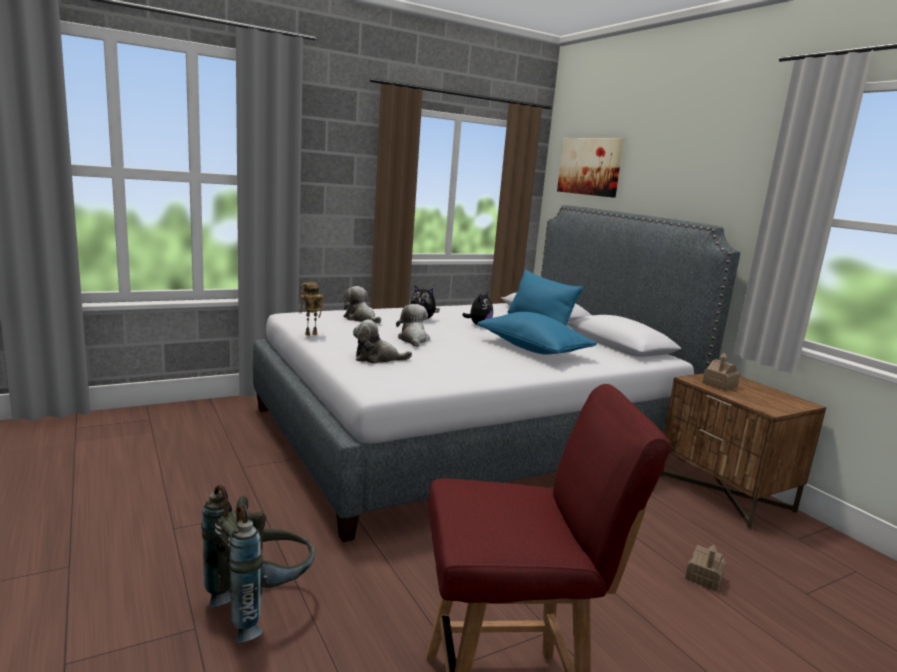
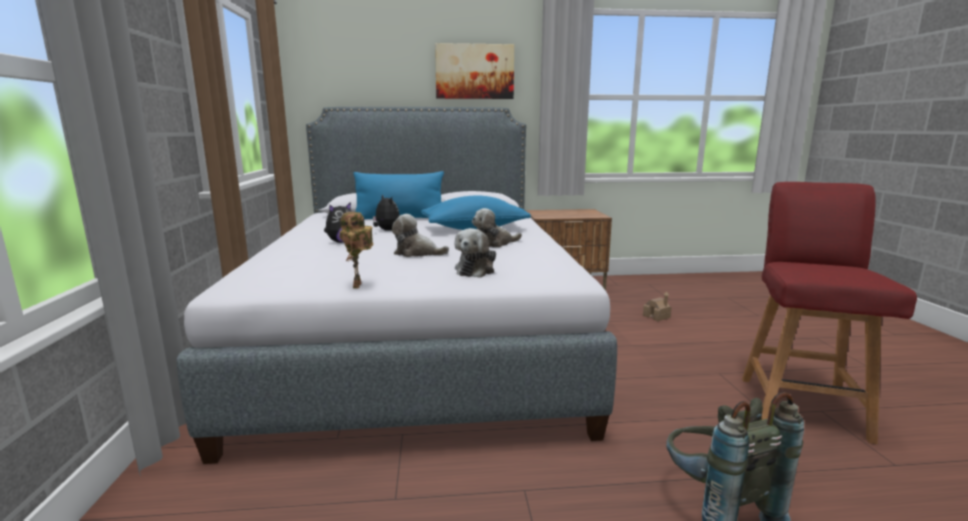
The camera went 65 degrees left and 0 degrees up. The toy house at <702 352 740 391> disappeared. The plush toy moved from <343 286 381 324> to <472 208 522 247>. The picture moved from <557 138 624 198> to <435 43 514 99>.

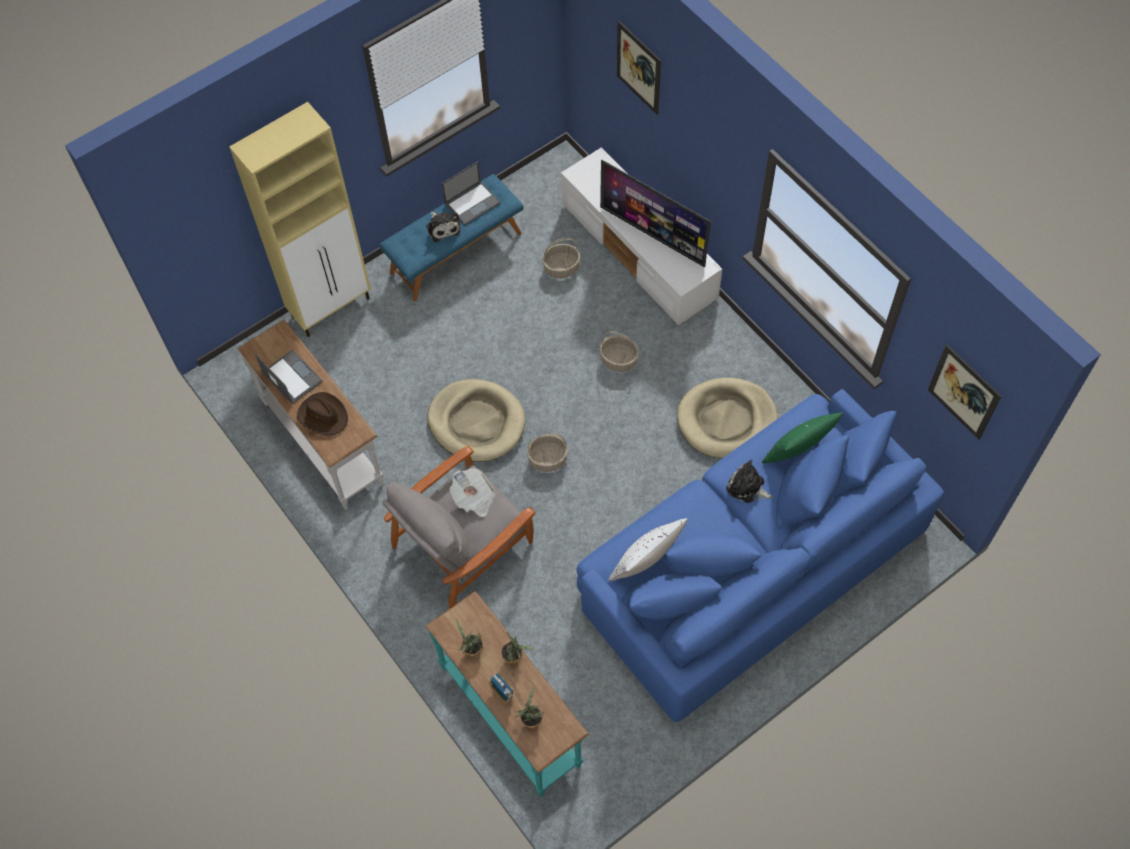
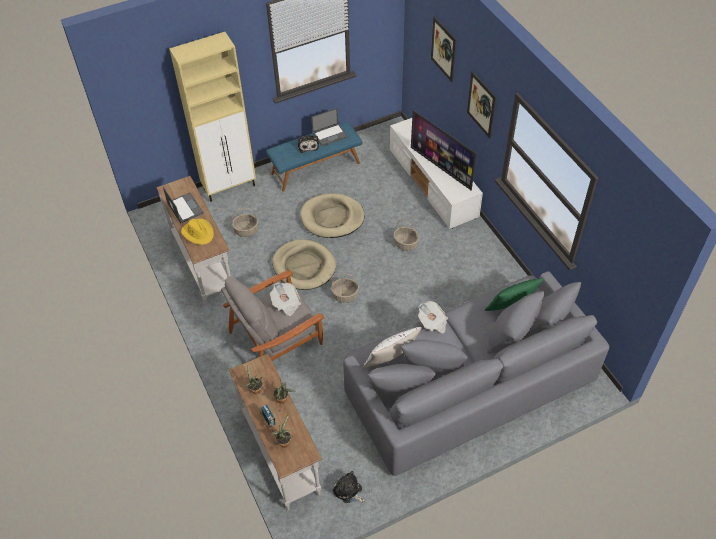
The camera went 10 degrees right and 10 degrees down. The newspaper at <418 301 448 333> appeared. The basket moved from <542 238 580 279> to <232 208 258 237>. The dog bed (beige) moved from <677 378 778 458> to <300 193 365 238>. The plush toy moved from <726 460 772 503> to <333 471 365 503>. The picture moved from <928 345 1001 440> to <467 71 496 139>. The hat (brown) at <297 392 348 435> became the hat (yellow) at <181 219 214 245>. The console table (turquoise) at <426 591 589 797> became the console table (white) at <229 353 322 510>. The sofa (blue) at <576 389 944 722> became the sofa (grey) at <343 271 609 476>.

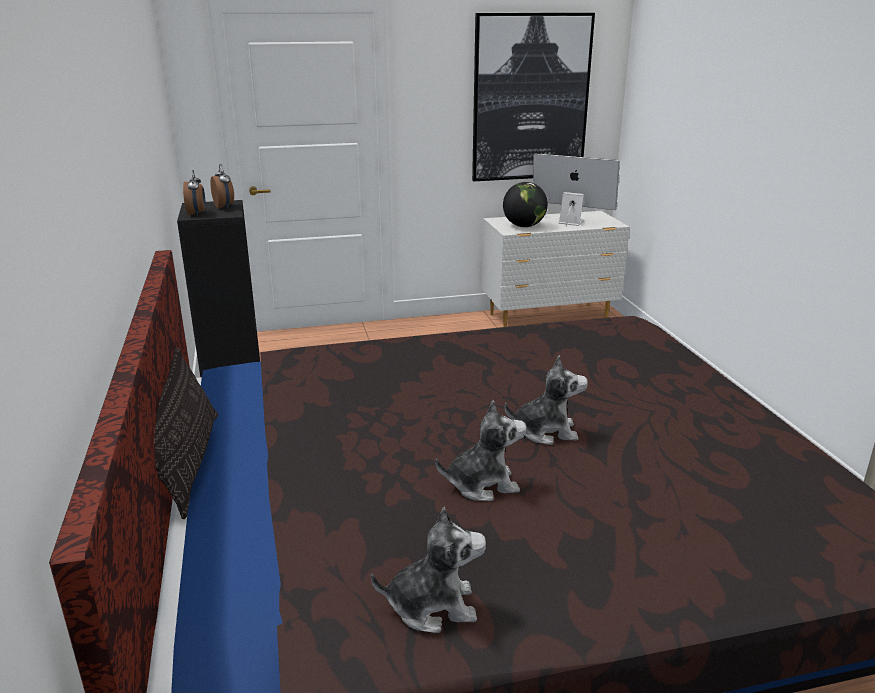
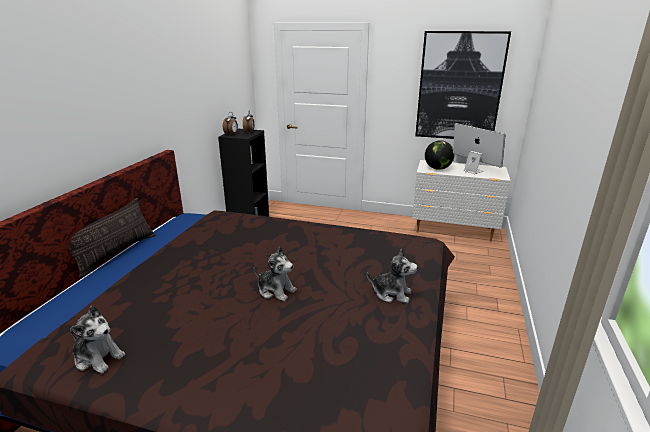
The camera went 30 degrees right and 0 degrees up. The plush toy moved from <436 400 526 501> to <367 248 418 303>.

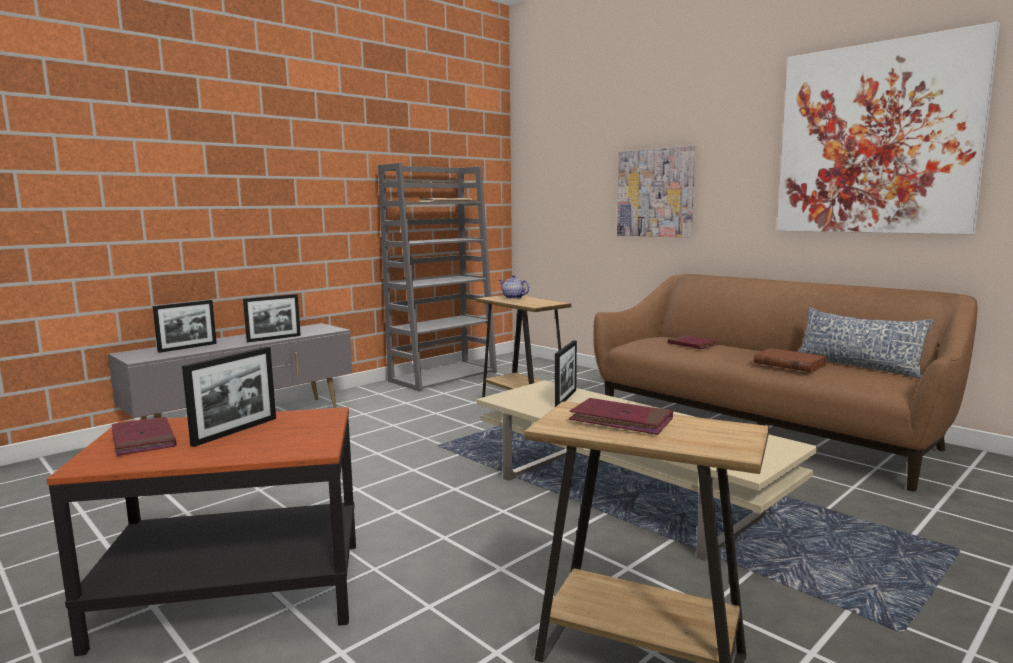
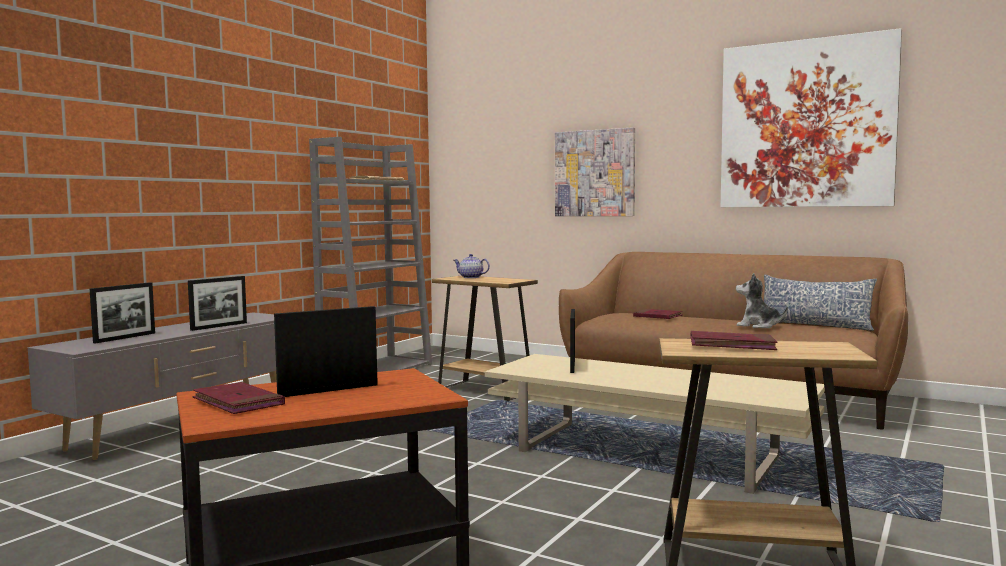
The camera went 15 degrees left and 5 degrees down. The book (brown) at <754 348 827 372> was replaced by the plush toy at <736 273 788 328>. The picture frame at <182 347 276 447> turned 135 degrees counterclockwise.

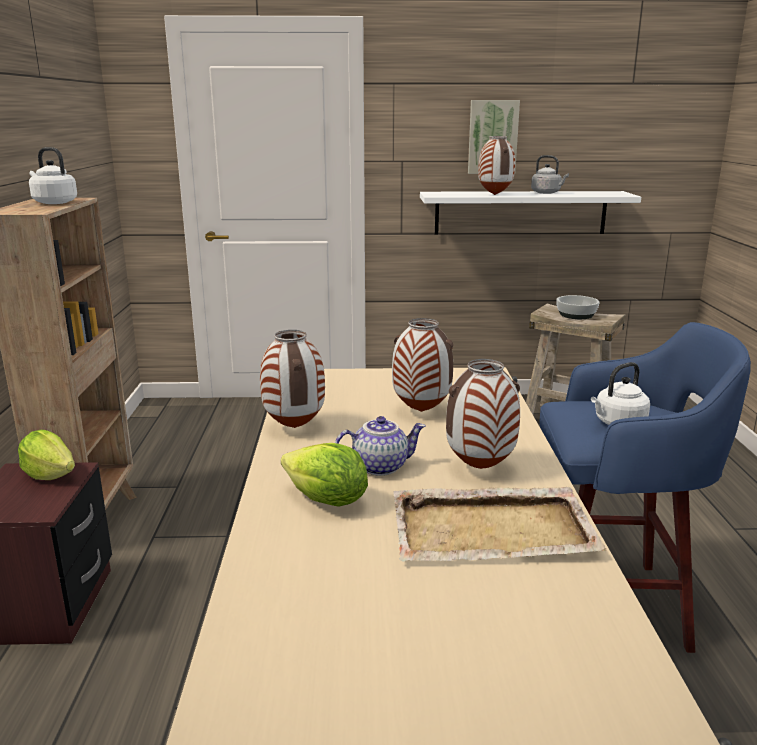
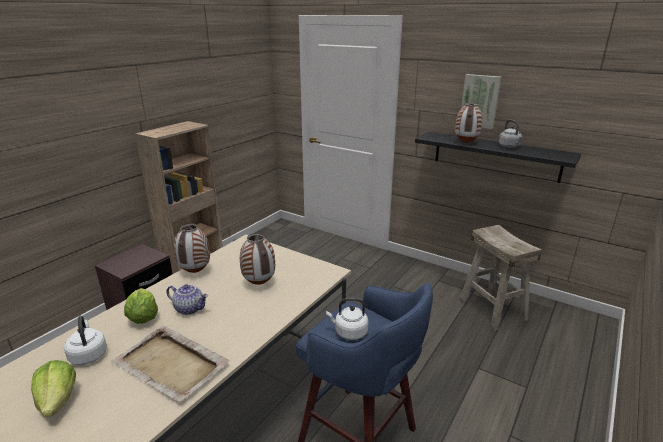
The camera went 35 degrees right and 5 degrees up. The vase at <446 359 520 469> disappeared. The bowl at <556 295 600 319> disappeared. The lettuce moved from <18 430 75 480> to <31 360 76 417>. The kettle (white) moved from <29 147 77 204> to <64 316 107 365>. The shelf (white) at <420 191 641 235> became the shelf (black) at <415 132 581 183>.

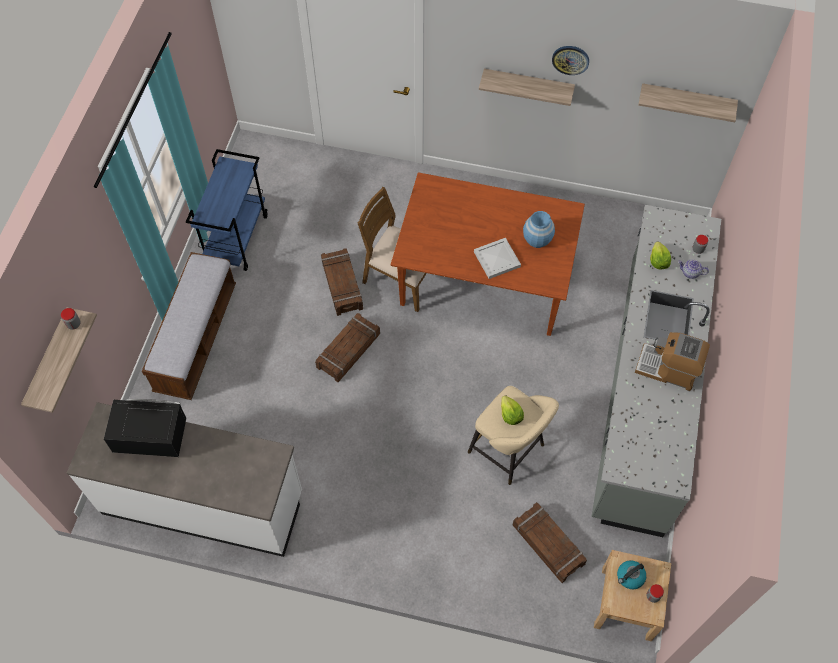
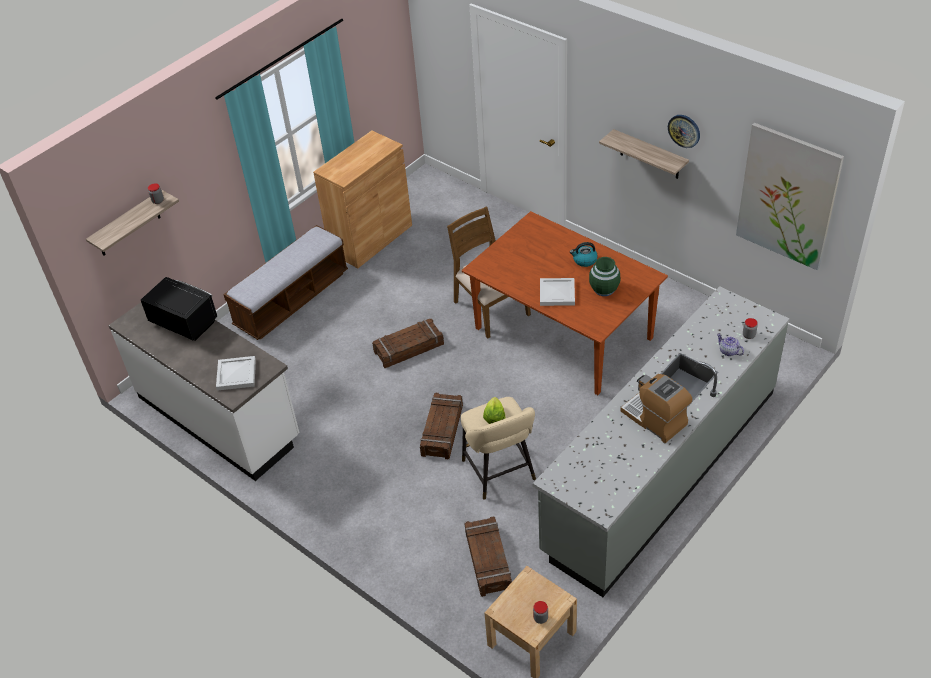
The camera went 30 degrees right and 15 degrees down. The lettuce at <650 241 671 269> disappeared. The tray (white) at <216 356 256 391> appeared. The crate moved from <321 248 363 316> to <420 393 463 459>. The kettle moved from <617 560 646 589> to <570 242 598 267>. The cart (blue) at <186 149 268 271> was replaced by the cabinet (brown) at <313 131 412 268>. The shelf at <638 83 738 122> was replaced by the picture at <736 123 844 270>. The vase (blue) at <523 211 555 248> became the vase (green) at <589 257 620 296>.

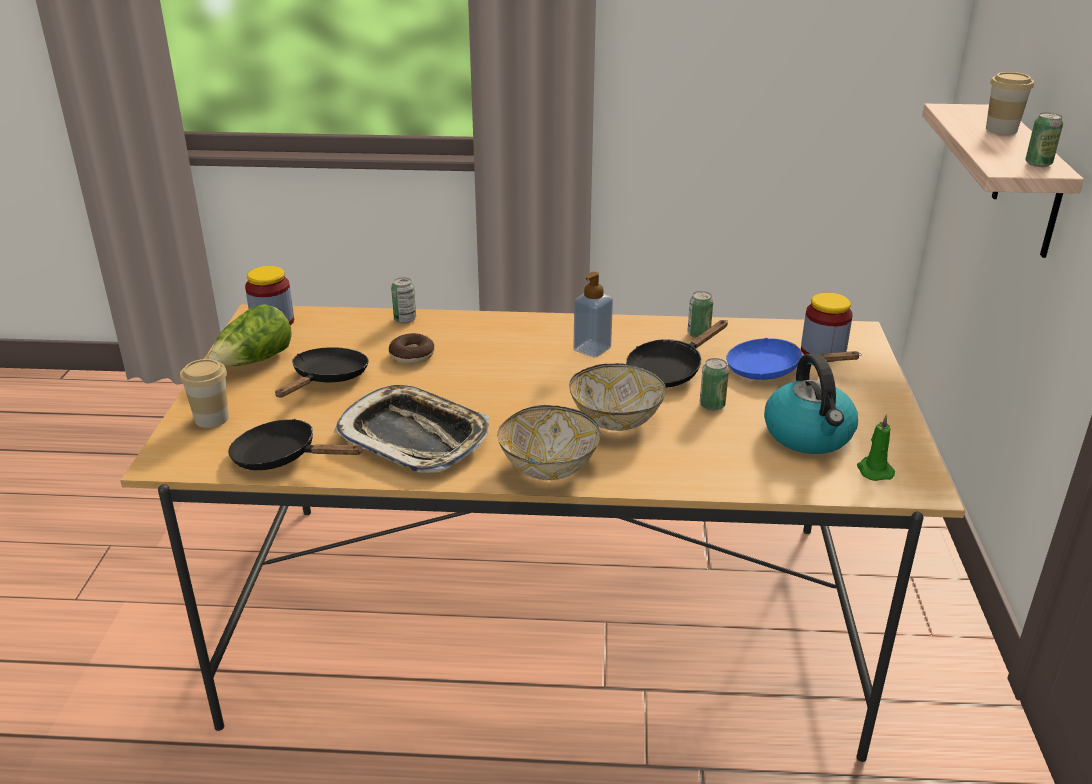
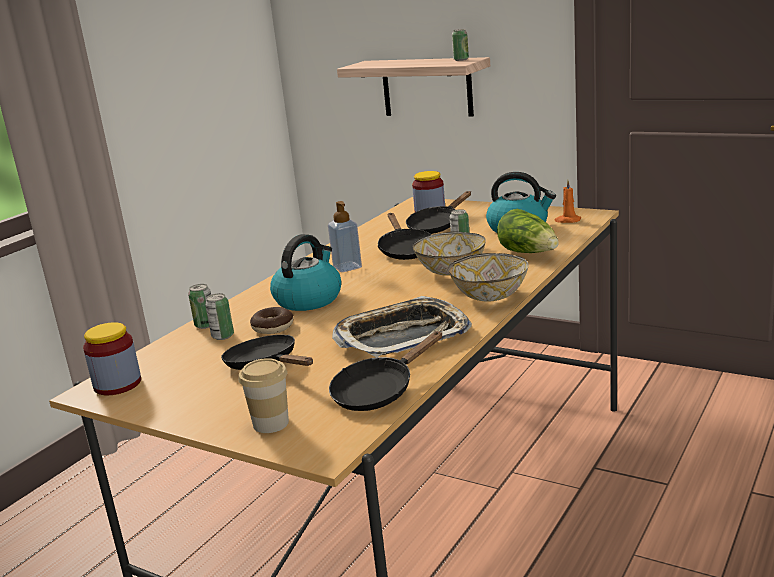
The camera went 60 degrees left and 10 degrees down. The cup at <986 72 1034 134> disappeared. The kettle at <270 234 341 311> appeared. The lettuce moved from <209 304 292 367> to <497 209 559 253>. The can moved from <687 291 713 338> to <205 293 234 340>. The frying pan (blue) at <726 338 862 380> became the frying pan (black) at <406 191 471 234>. The candle (green) at <857 414 896 481> became the candle (orange) at <554 180 581 223>.

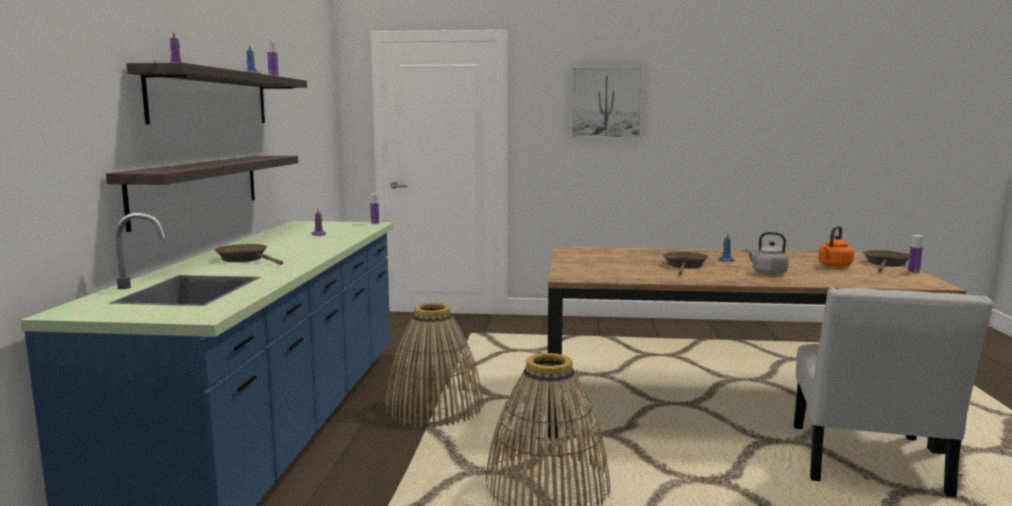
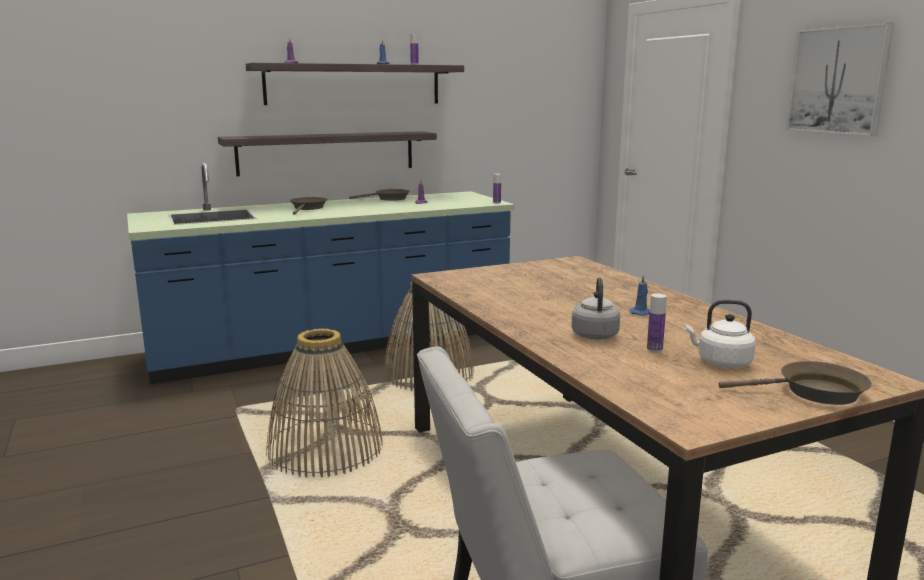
The camera went 60 degrees right and 5 degrees up. The frying pan (brown) moved from <663 252 708 275> to <349 189 410 201>. The bottle moved from <908 235 924 274> to <647 294 667 352>. The kettle (orange) at <818 226 854 267> became the kettle (white) at <685 300 756 368>.

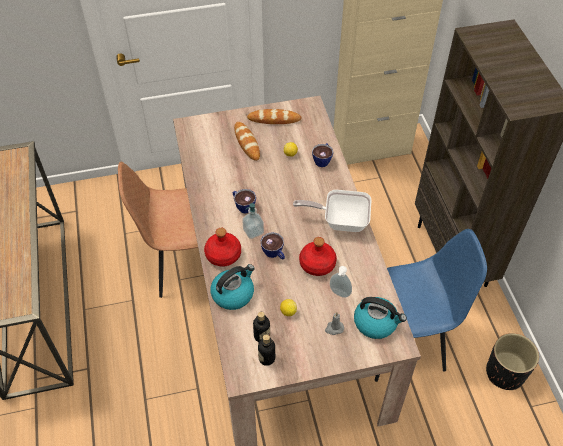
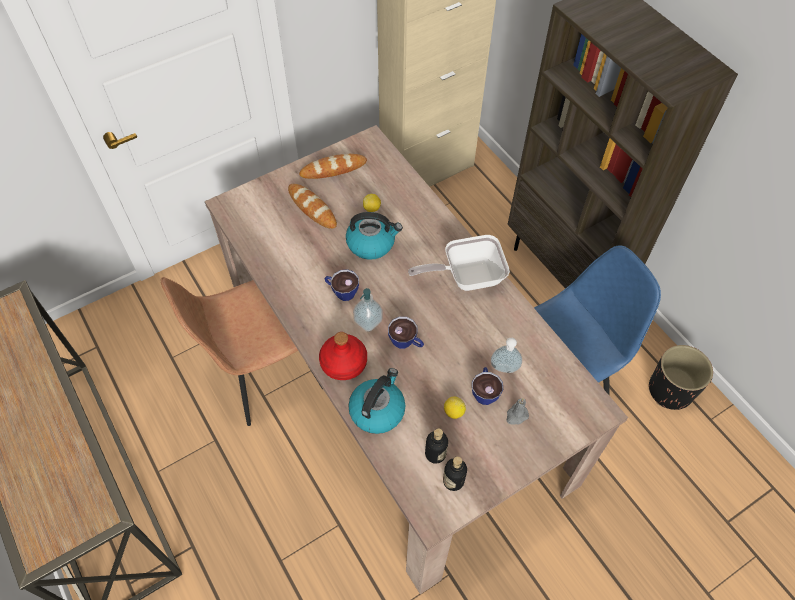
The camera went 20 degrees left and 5 degrees up. The bottle (red) at <299 237 337 276> disappeared. The cup moved from <312 143 333 167> to <472 367 503 405>. The kettle moved from <354 297 407 339> to <346 212 403 260>.

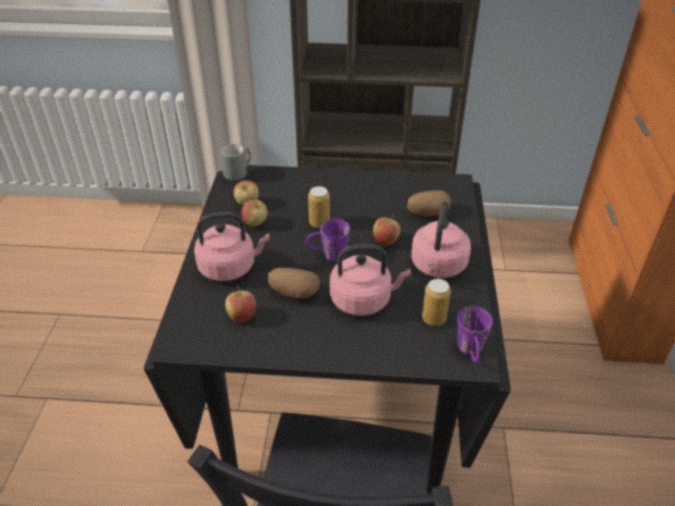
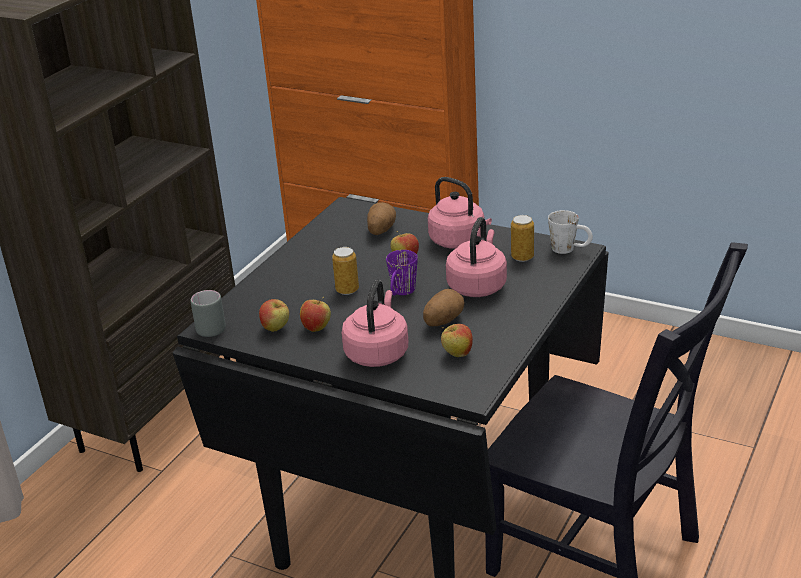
The camera went 65 degrees left and 10 degrees down. The mug (purple) at <457 306 493 363> became the mug (white) at <548 210 593 254>.

